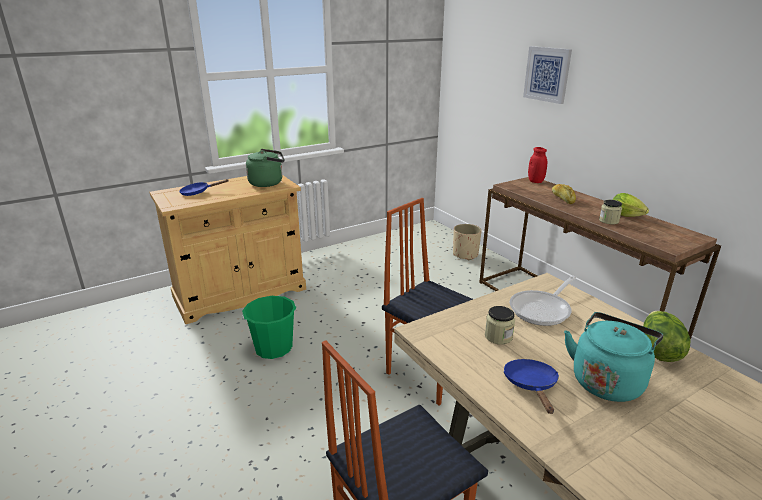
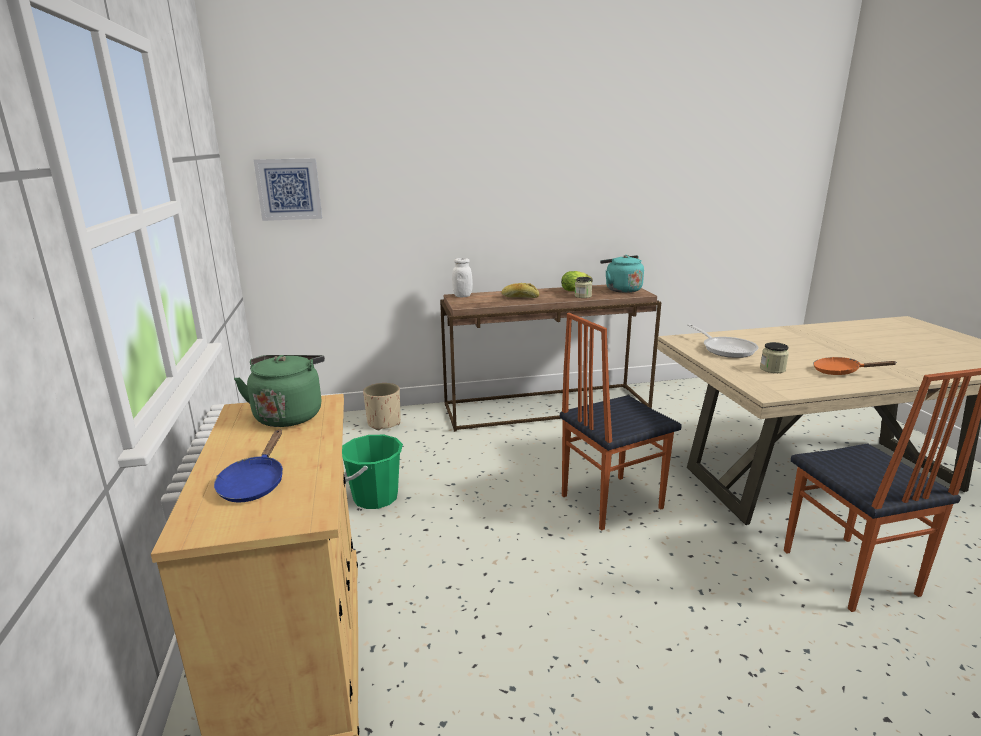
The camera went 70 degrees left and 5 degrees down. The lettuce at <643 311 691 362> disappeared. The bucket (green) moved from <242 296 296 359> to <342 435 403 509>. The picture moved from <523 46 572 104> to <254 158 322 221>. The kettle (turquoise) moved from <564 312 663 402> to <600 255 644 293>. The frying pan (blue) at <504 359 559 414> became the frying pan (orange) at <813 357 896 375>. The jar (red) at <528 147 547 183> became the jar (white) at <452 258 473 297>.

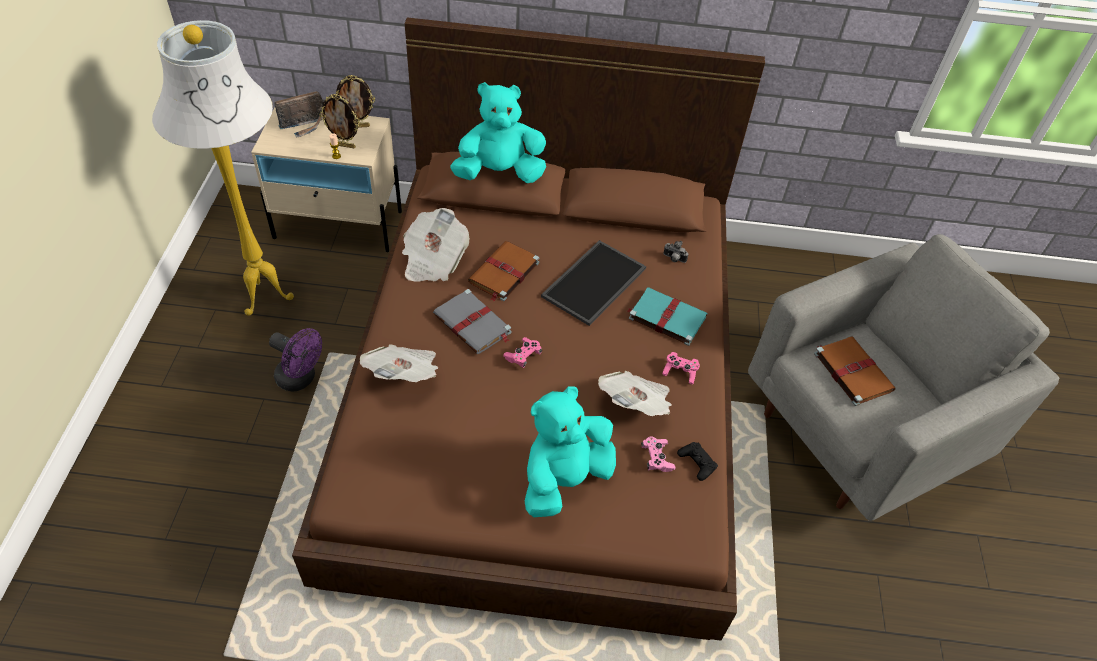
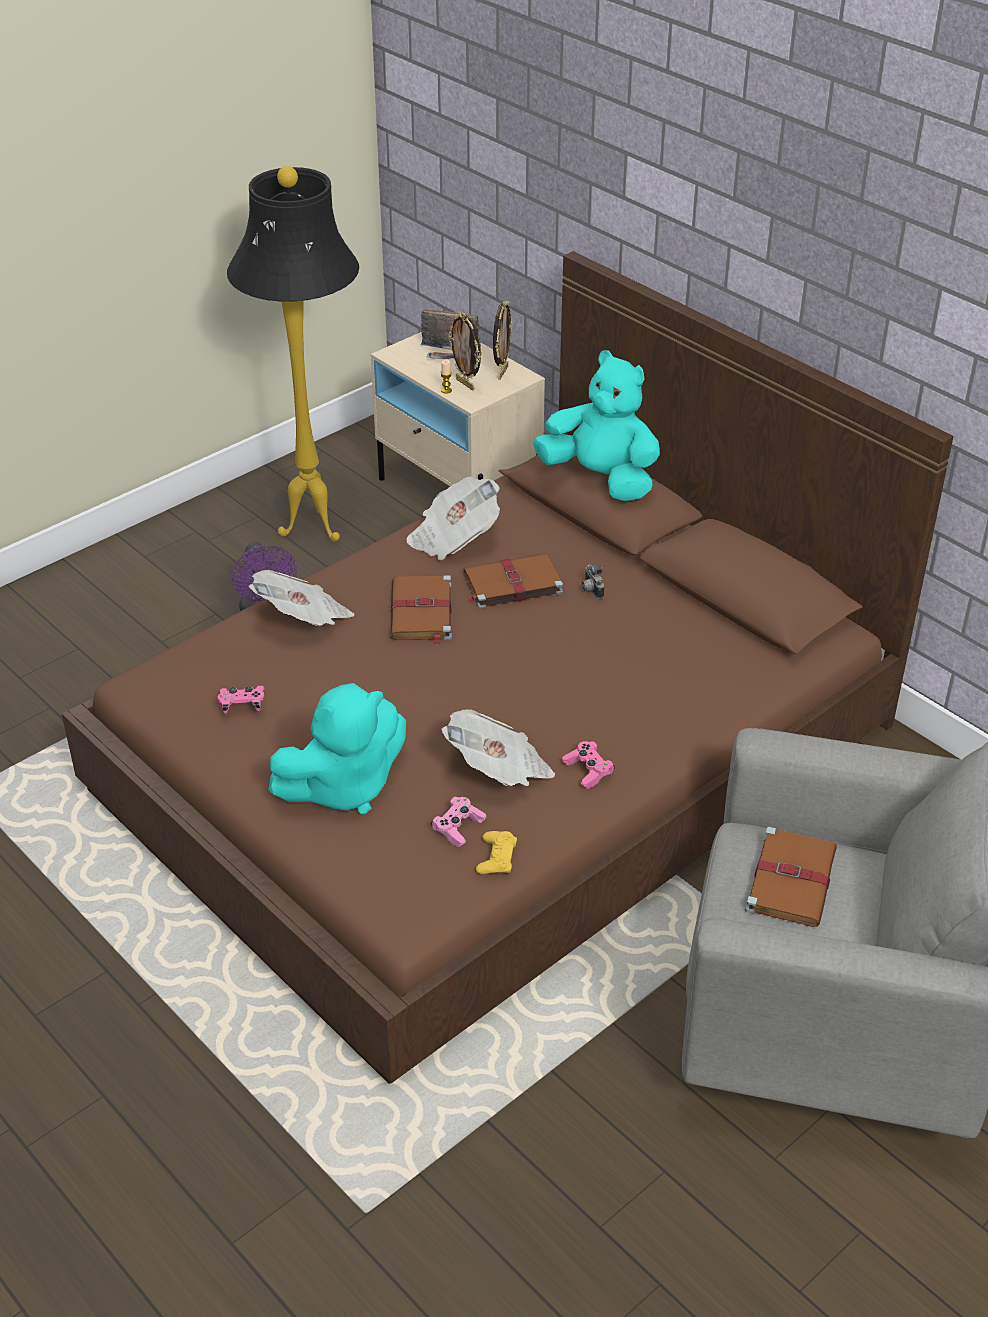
The camera went 45 degrees right and 10 degrees down. The tray at <541 240 646 326> disappeared. The book (turquoise) at <627 287 708 346> disappeared. The game controller (pink) moved from <503 337 542 368> to <218 686 264 713>. The photo camera moved from <663 241 689 263> to <582 564 604 599>. The floor lamp (white) at <152 20 294 316> became the floor lamp (black) at <227 166 359 542>. The book (grey) at <433 289 511 354> became the book (brown) at <390 575 452 645>. The game controller (black) at <677 442 718 481> became the game controller (yellow) at <476 831 517 874>. The picture frame at <336 75 375 128> turned 105 degrees counterclockwise. The plush toy (turquoise) at <525 386 616 517> turned 150 degrees clockwise.

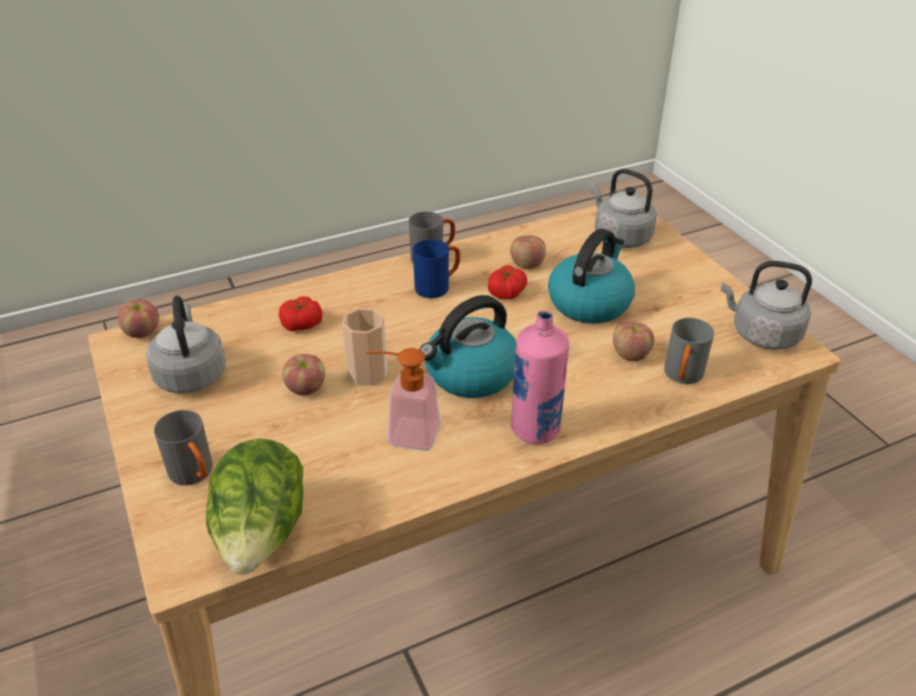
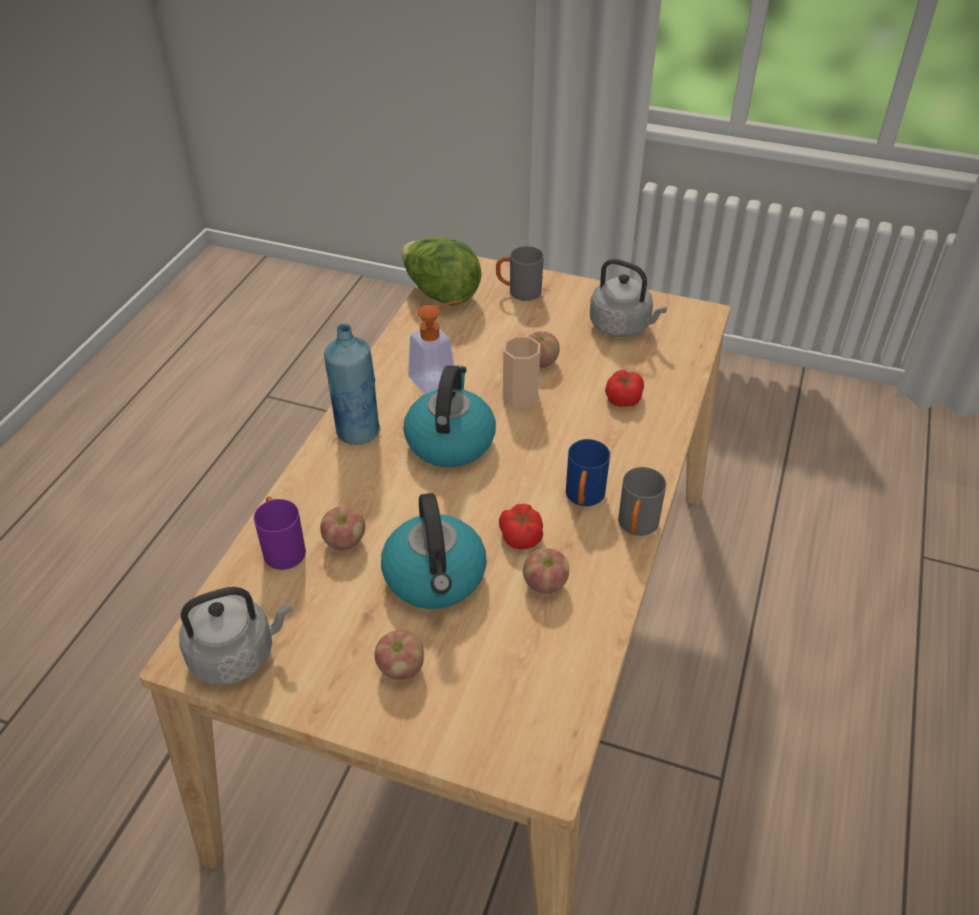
The camera went 135 degrees right and 5 degrees up. The kettle (grey) at <591 169 657 248> disappeared. The apple moved from <118 299 159 338> to <374 630 424 680>. The bottle (pink) at <511 310 569 444> became the bottle (blue) at <324 324 380 445>. The mug (grey) at <664 318 714 384> became the mug (purple) at <254 496 306 570>.

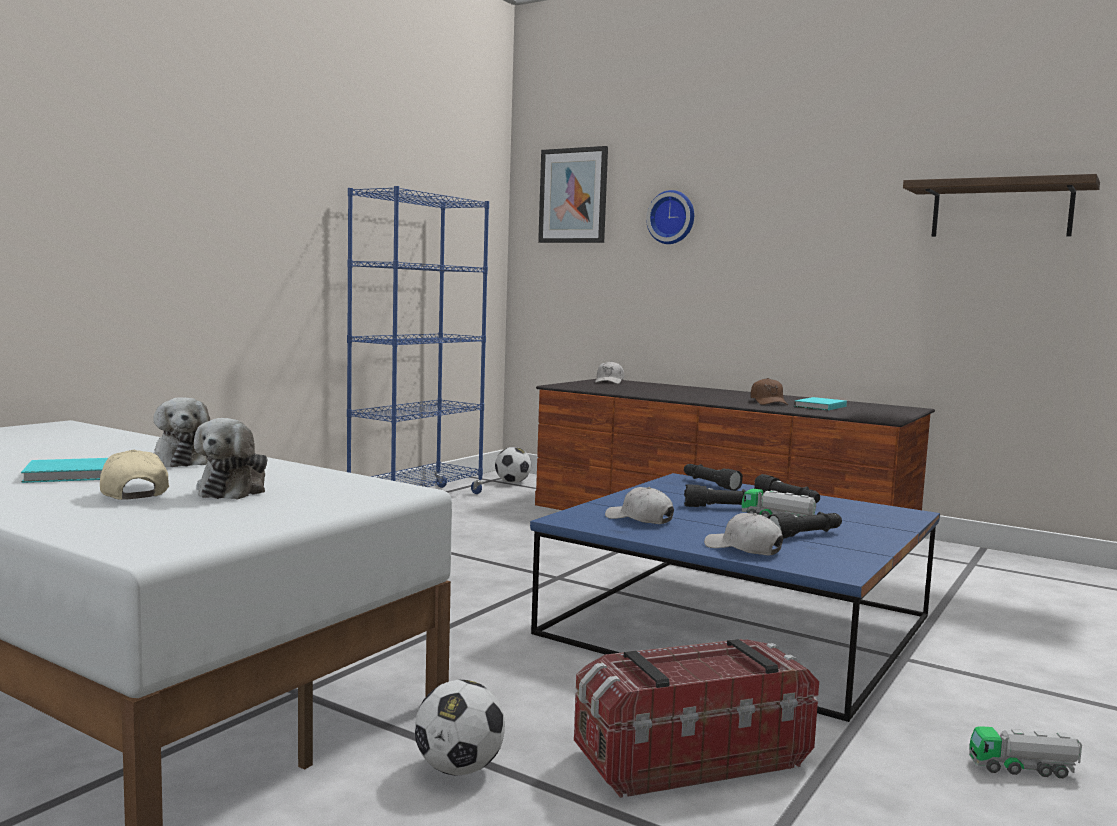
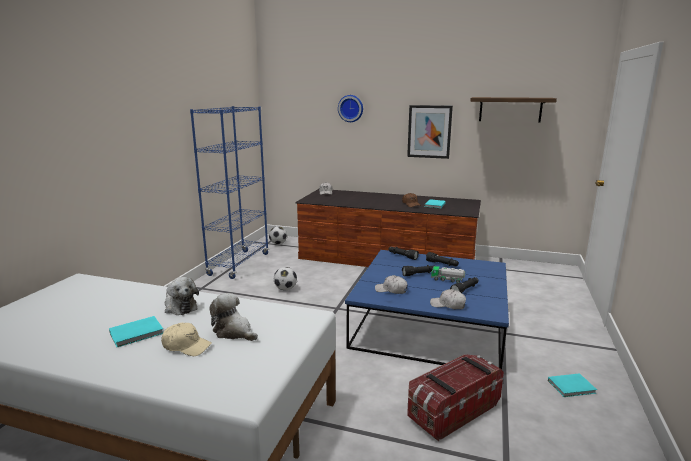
The camera went 15 degrees left and 10 degrees up. The football moved from <415 680 505 775> to <274 267 297 290>. The picture moved from <538 146 608 243> to <407 105 453 159>. The toy truck at <969 726 1082 778> was replaced by the book (turquoise) at <548 373 597 397>. The cap (beige) at <100 450 169 500> turned 150 degrees clockwise. The plush toy at <194 418 268 500> turned 135 degrees clockwise.

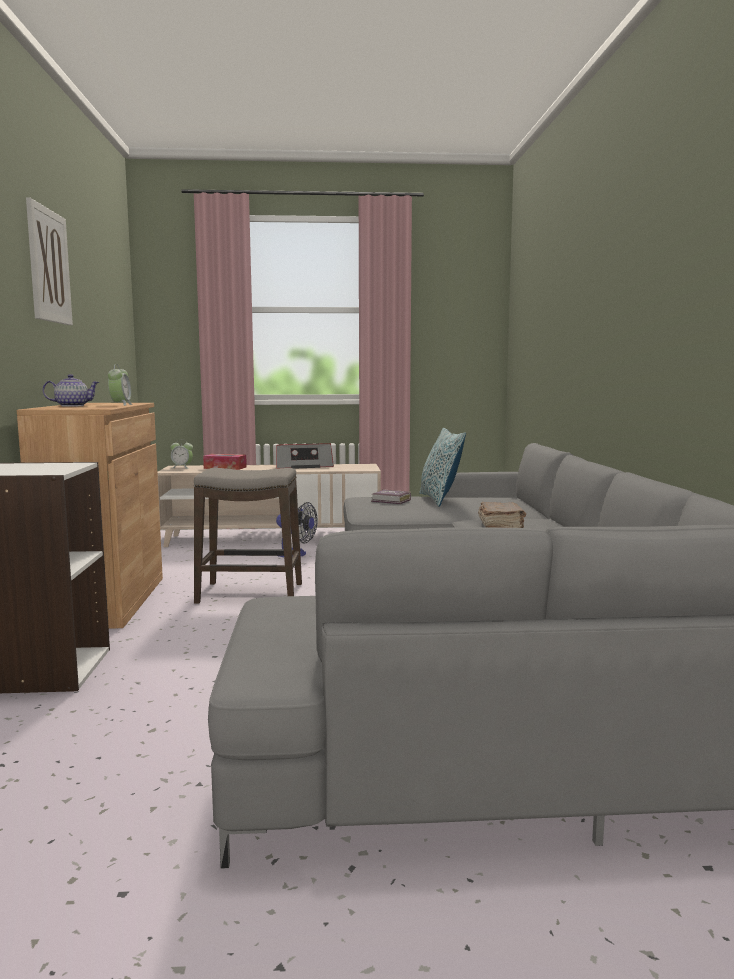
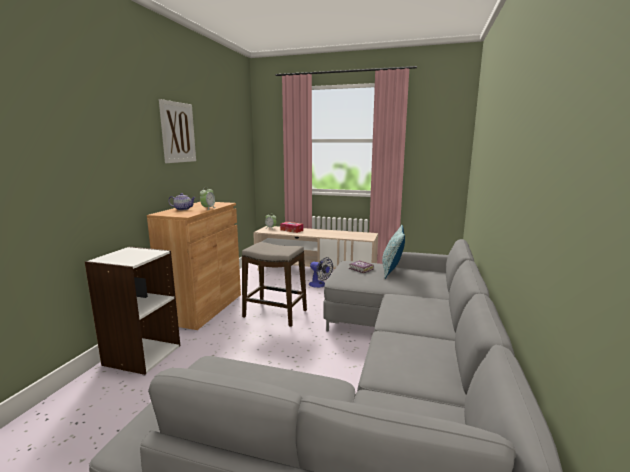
The camera went 20 degrees right and 5 degrees up. The radio at <277 443 334 469> disappeared. The book (brown) at <478 502 526 528> disappeared.

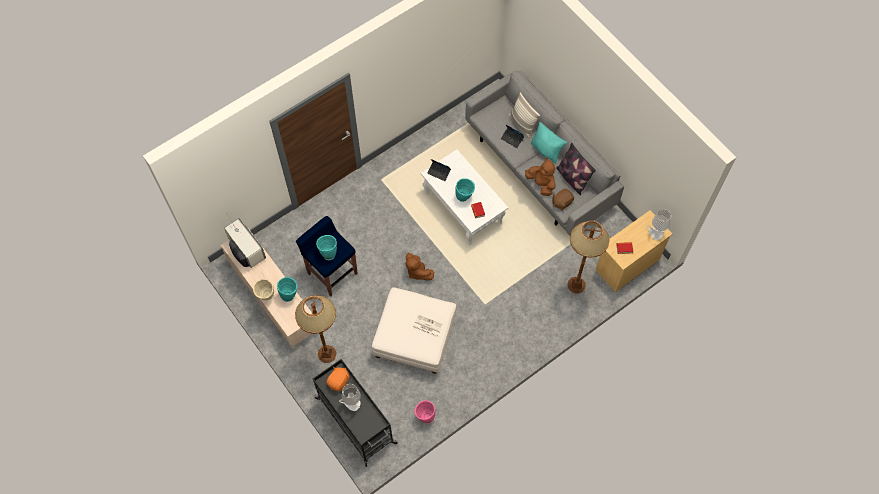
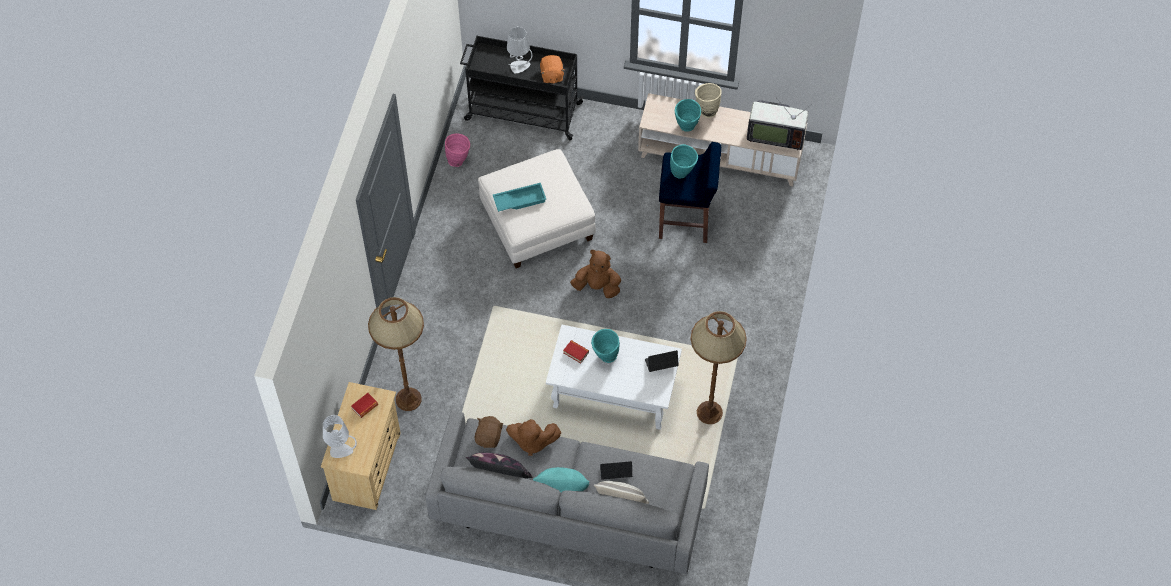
The camera went 140 degrees right and 5 degrees down. The floor lamp (brown) moved from <295 295 336 363> to <690 311 747 424>. The newspaper at <413 315 443 337> was replaced by the tray (turquoise) at <493 183 546 212>.

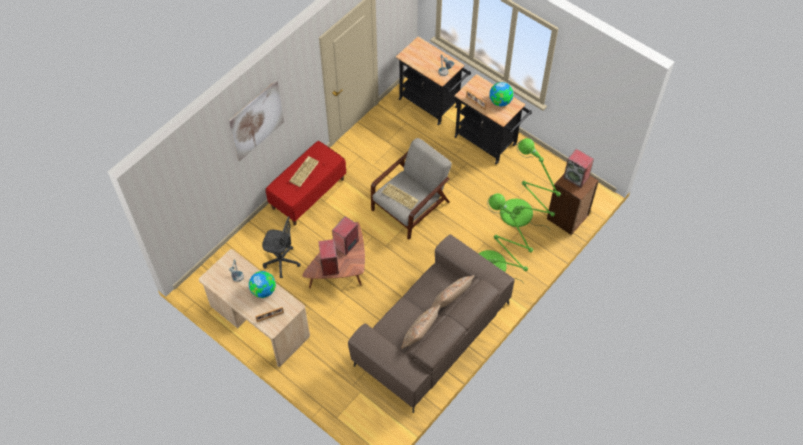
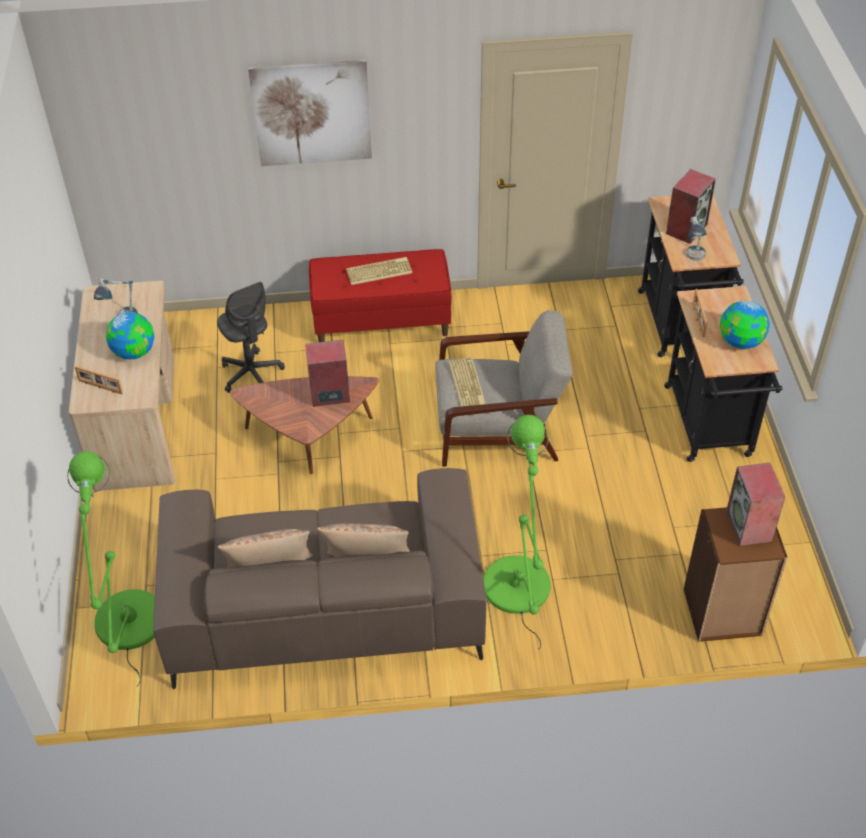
The camera went 45 degrees right and 10 degrees down. The speaker moved from <318 239 339 276> to <666 169 716 244>. The floor lamp (green) moved from <500 138 561 230> to <67 451 155 687>.

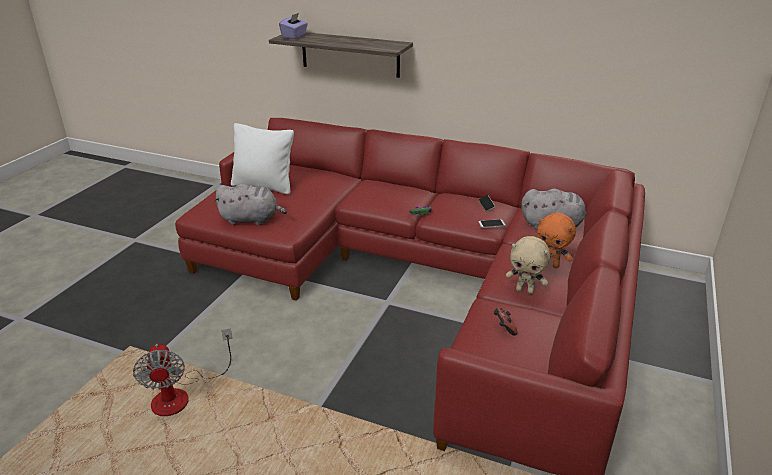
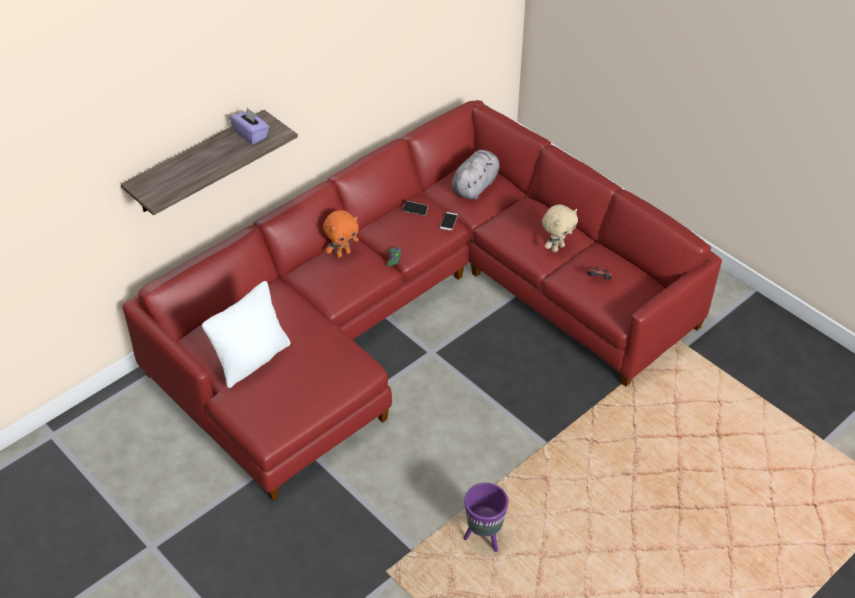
The camera went 65 degrees left and 15 degrees up. The plush toy (grey) at <214 184 287 225> disappeared. The tissue box (purple) moved from <279 13 308 39> to <230 107 269 145>. The plush toy (orange) moved from <537 213 576 268> to <323 210 359 258>. The fan at <133 328 232 416> was replaced by the planter (purple) at <463 483 509 552>.

